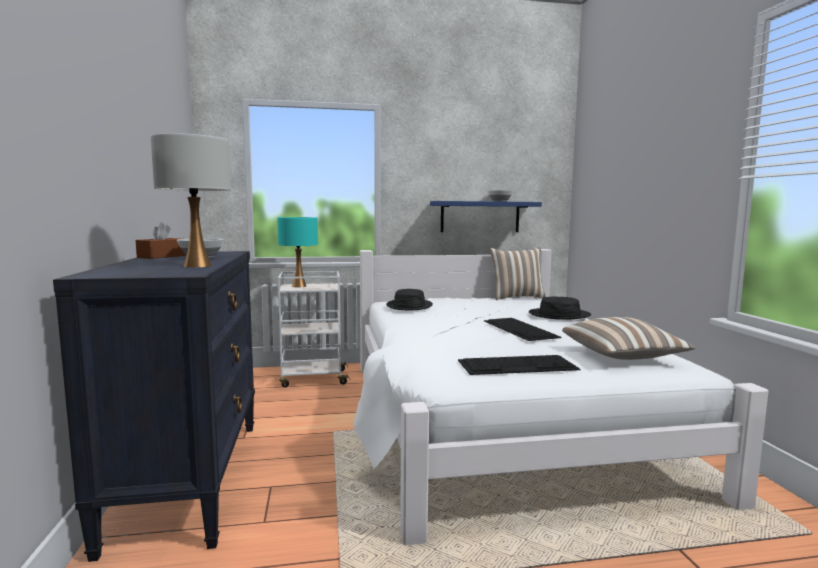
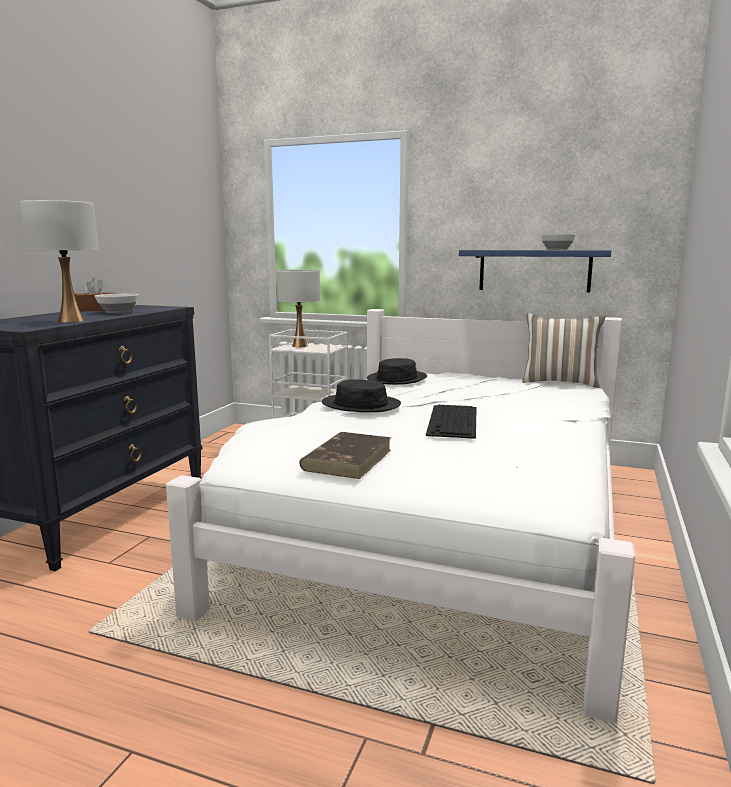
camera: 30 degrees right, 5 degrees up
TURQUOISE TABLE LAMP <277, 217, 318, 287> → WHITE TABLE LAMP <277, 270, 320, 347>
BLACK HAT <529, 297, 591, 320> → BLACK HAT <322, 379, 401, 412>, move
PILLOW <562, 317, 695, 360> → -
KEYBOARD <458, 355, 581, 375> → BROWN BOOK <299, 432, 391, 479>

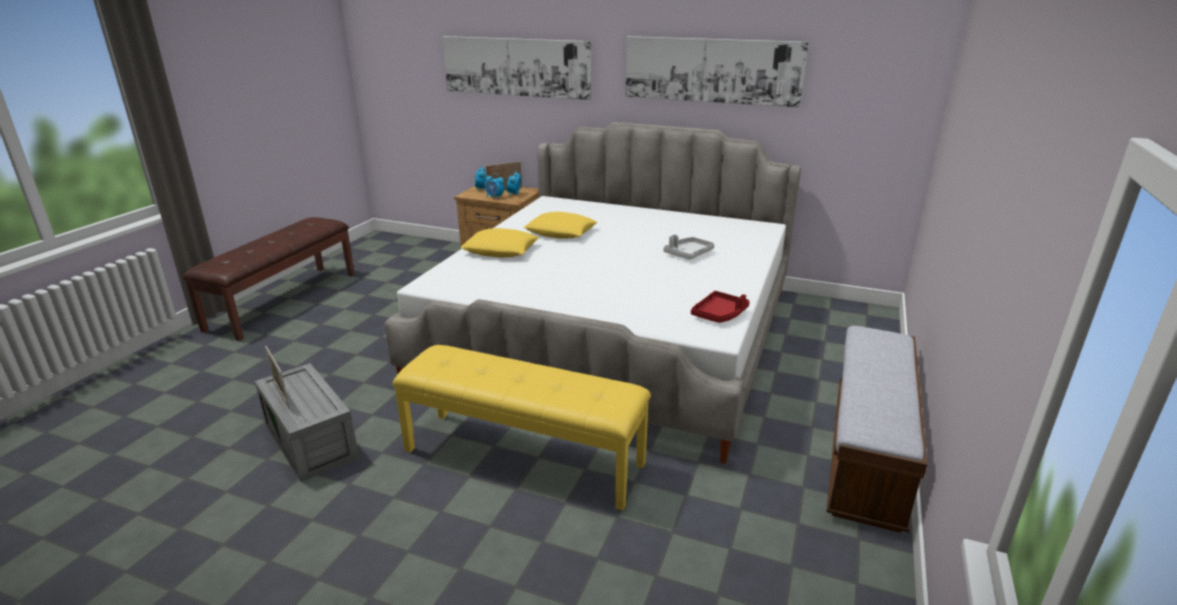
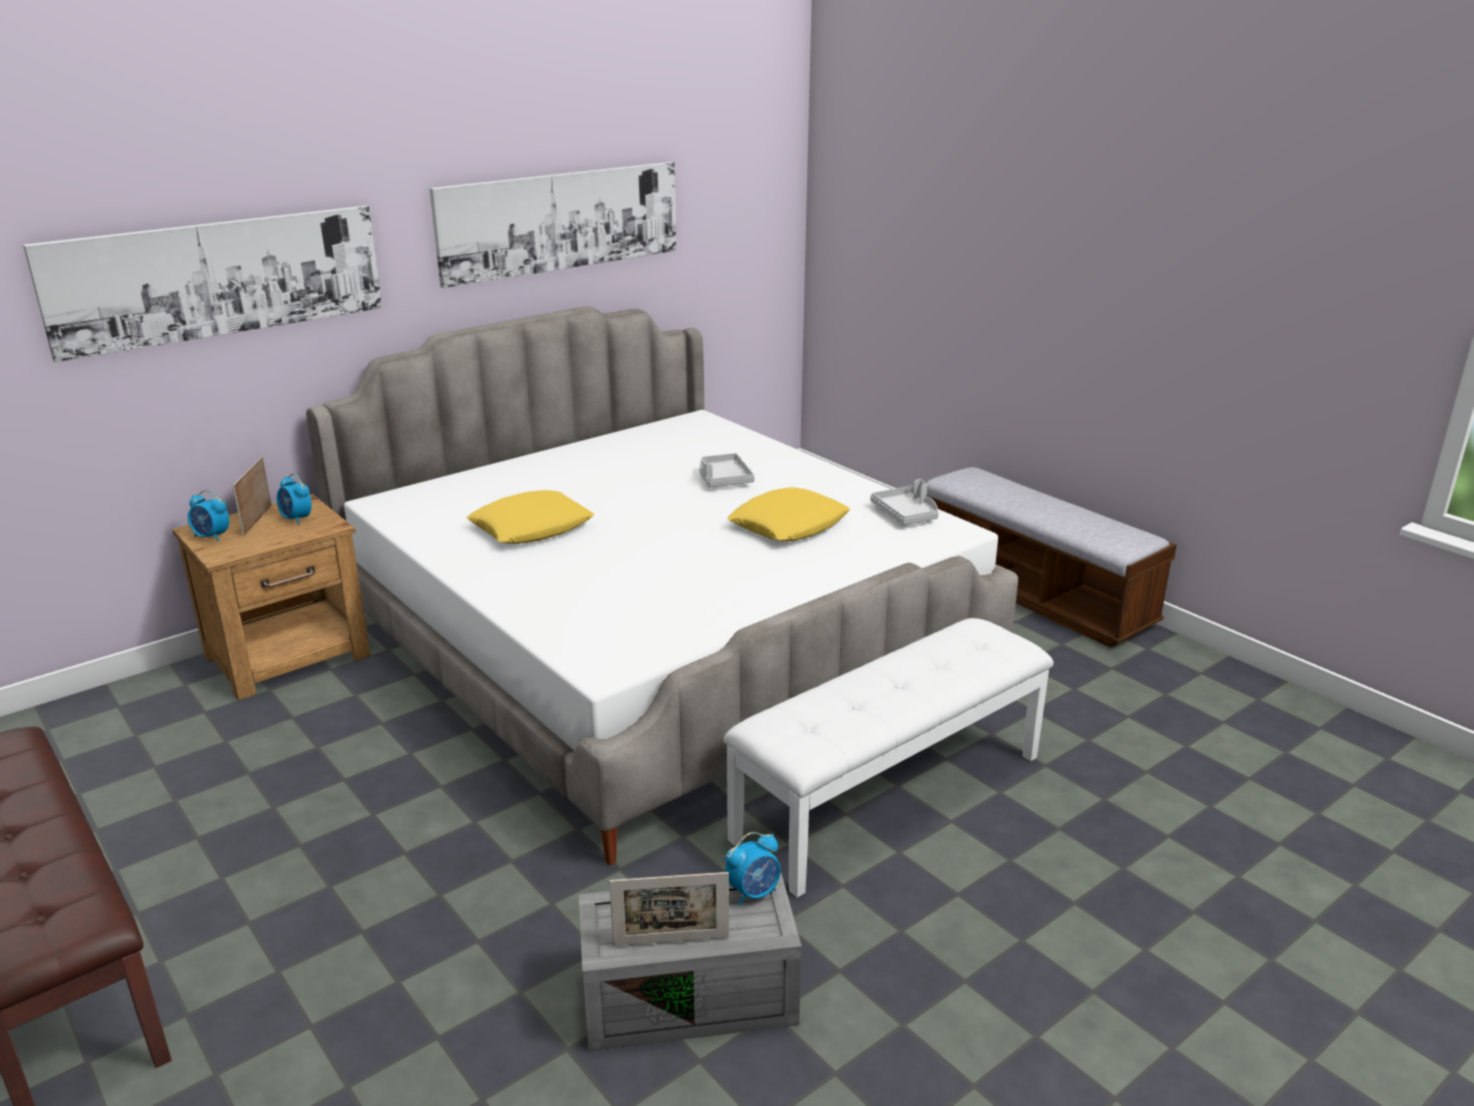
camera: 60 degrees left, 0 degrees up
ALARM CLOCK <485, 173, 504, 199> → ALARM CLOCK <725, 832, 781, 906>, move
YELLOW PILLOW <461, 228, 539, 258> → YELLOW PILLOW <727, 487, 850, 541>, move
RED TRAY <691, 291, 750, 323> → GREY TRAY <870, 479, 939, 525>
YELLOW BENCH <392, 345, 651, 510> → WHITE BENCH <724, 618, 1054, 898>

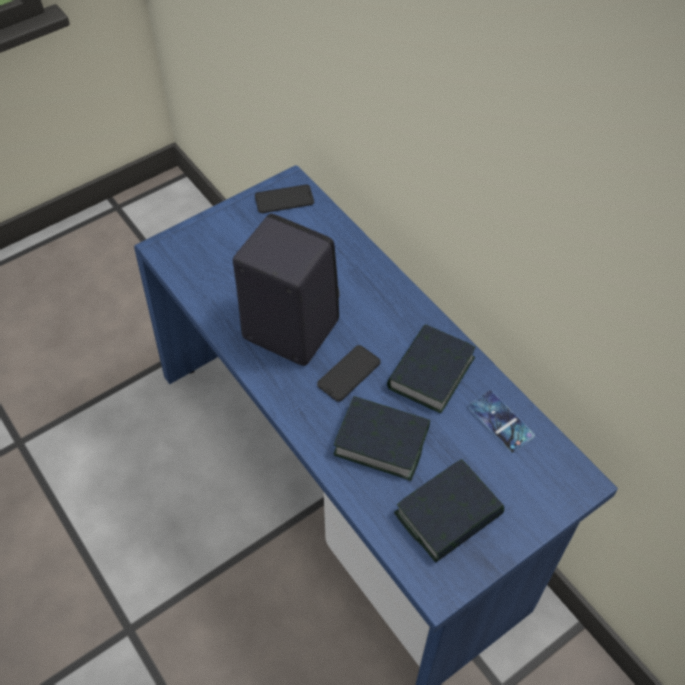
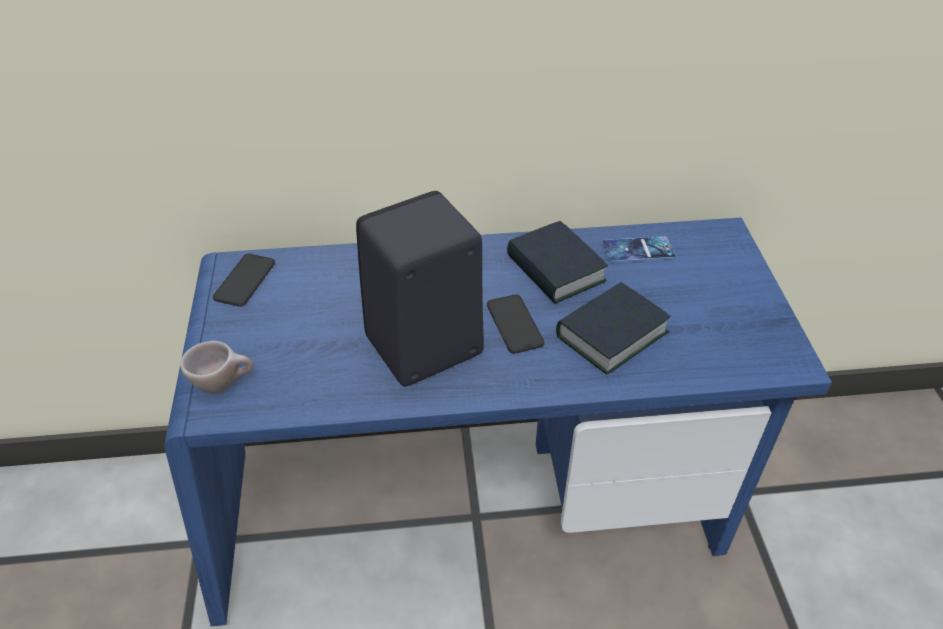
camera: 60 degrees left, 10 degrees down
BOOK <394, 459, 504, 562> → -
- → BEIGE CUP <180, 341, 254, 394>

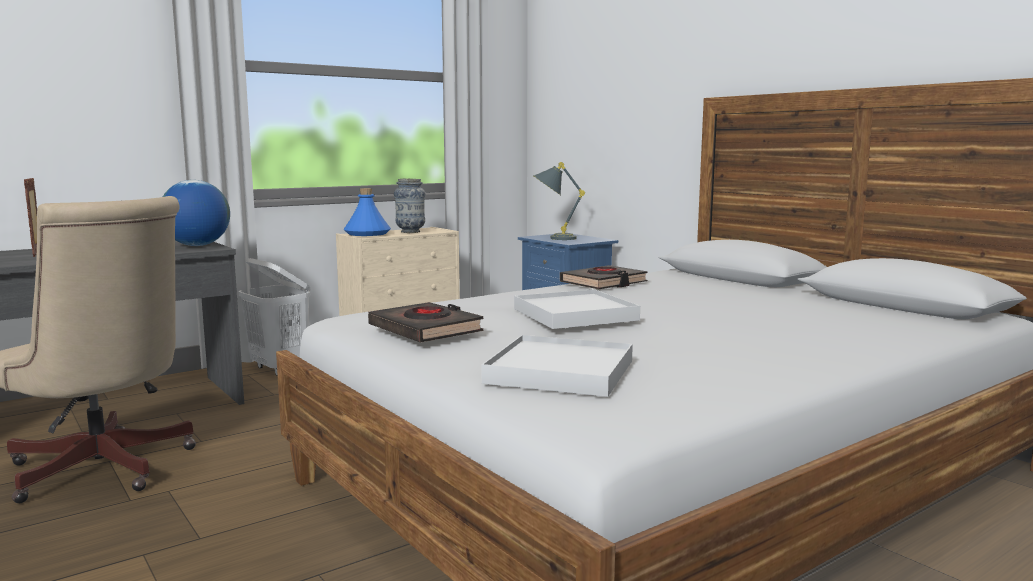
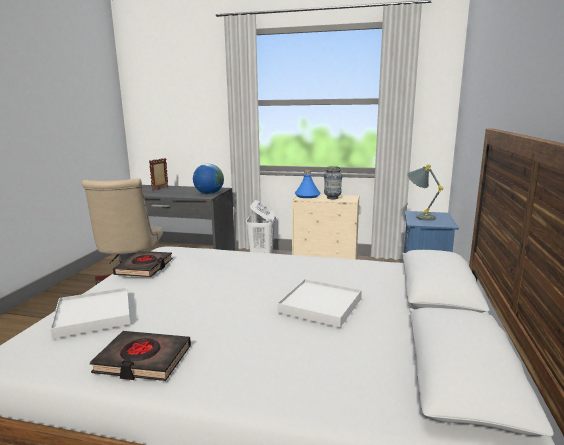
camera: 50 degrees right, 5 degrees up
BLACK BOOK <560, 265, 648, 289> → BLACK BOOK <90, 331, 191, 381>, move
WHITE TRAY <514, 289, 640, 329> → WHITE TRAY <277, 279, 362, 328>, move

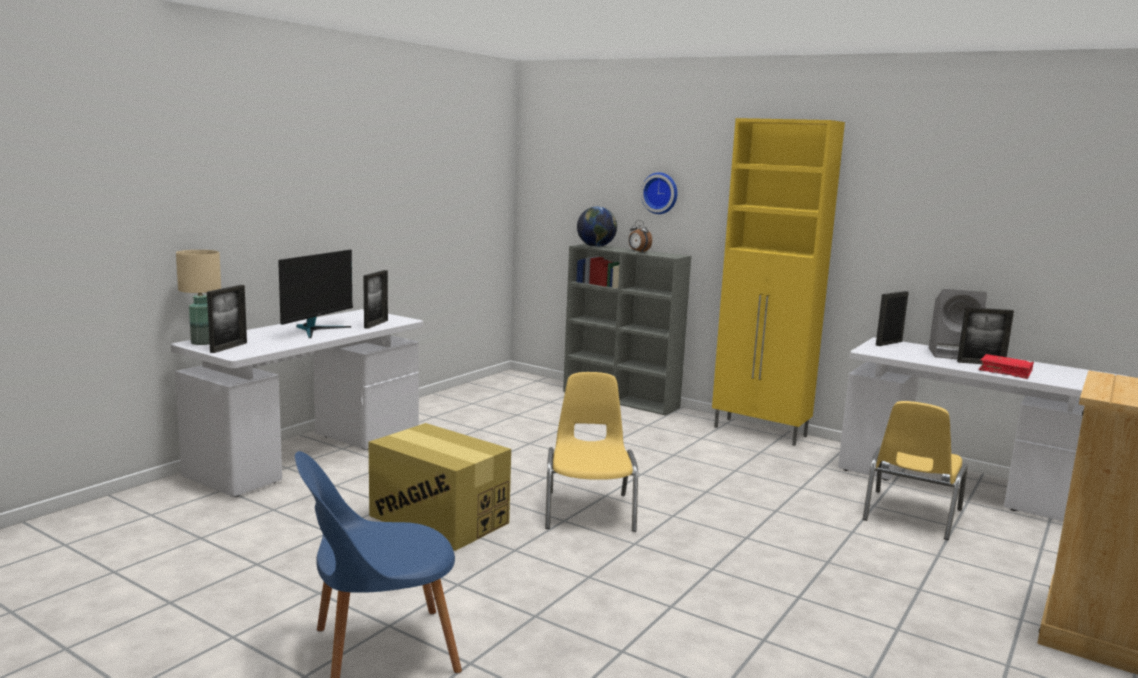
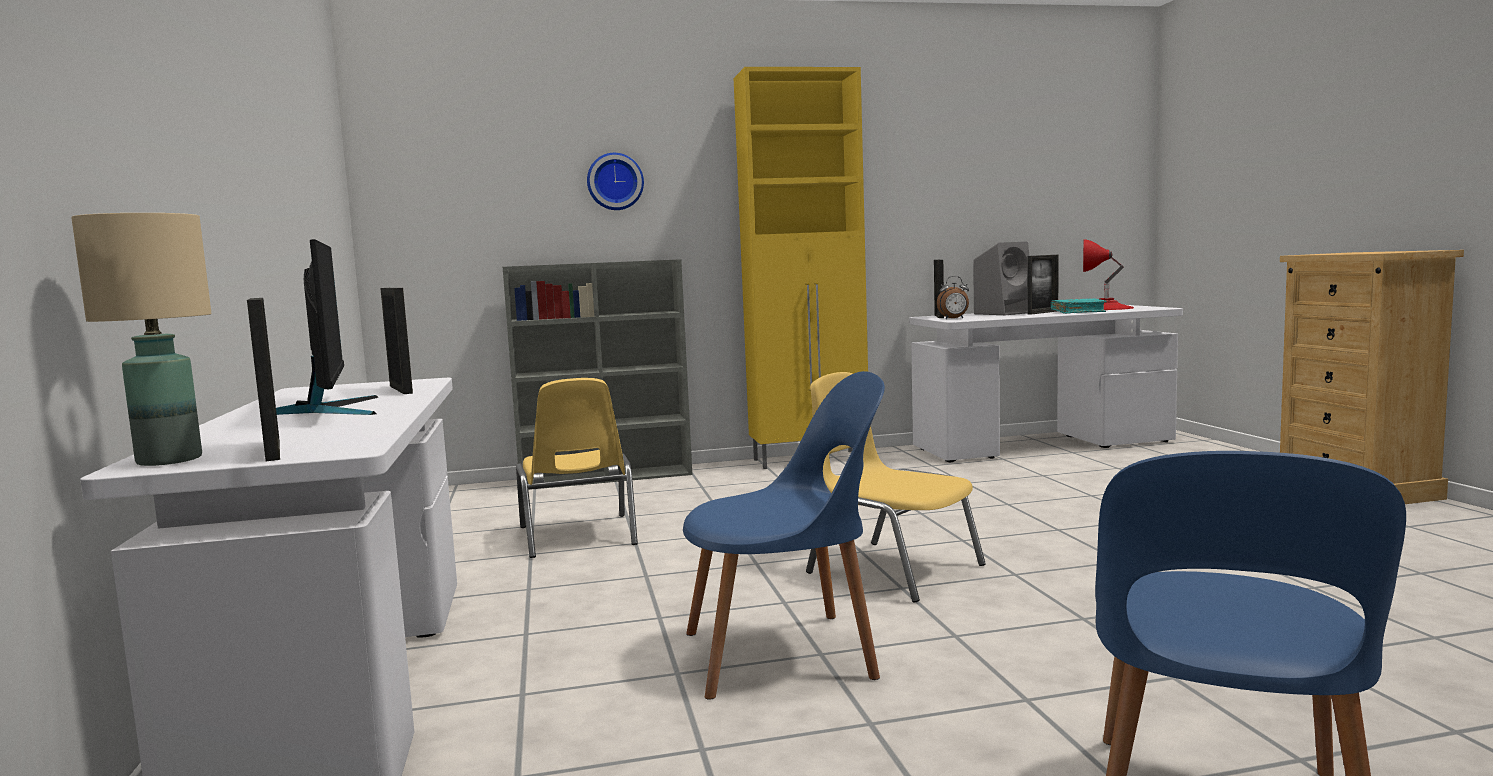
camera: 45 degrees left, 5 degrees down
GLOBE <577, 207, 617, 247> → -
ALARM CLOCK <629, 220, 652, 252> → ALARM CLOCK <937, 276, 969, 319>, move
RED BOOK <979, 354, 1034, 379> → TURQUOISE BOOK <1051, 298, 1107, 314>
YELLOW CHAIR <863, 401, 968, 540> → YELLOW CHAIR <516, 378, 638, 558>, move
CARDBOARD BOX <369, 423, 511, 551> → BLUE CHAIR <683, 371, 885, 700>
- → RED TABLE LAMP <1083, 239, 1134, 310>

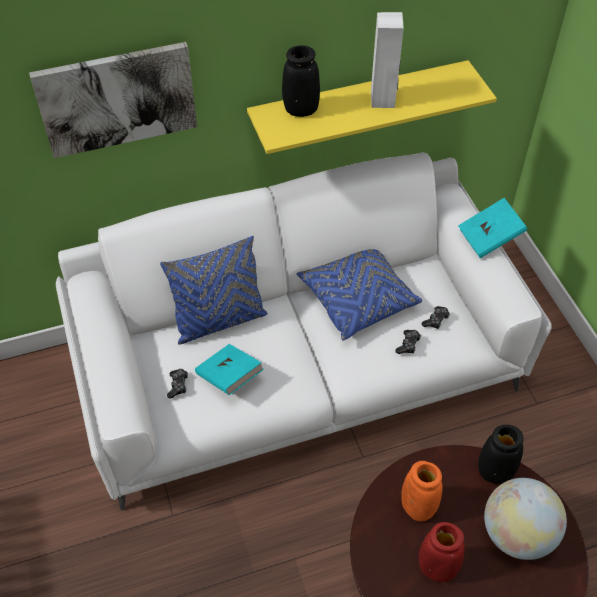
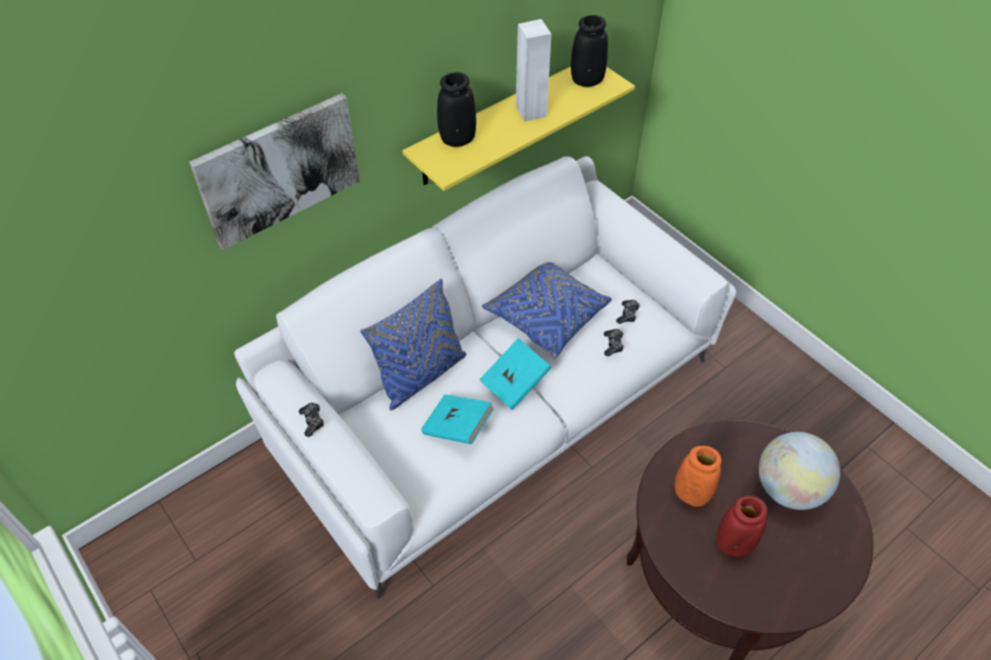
camera: 20 degrees left, 0 degrees up
TURQUOISE BOOK <458, 198, 527, 258> → TURQUOISE BOOK <479, 338, 552, 410>, move
GAME CONTROLLER <167, 369, 188, 399> → GAME CONTROLLER <299, 403, 324, 437>, move
BLACK VASE <478, 425, 524, 484> → BLACK VASE <571, 15, 608, 87>, move

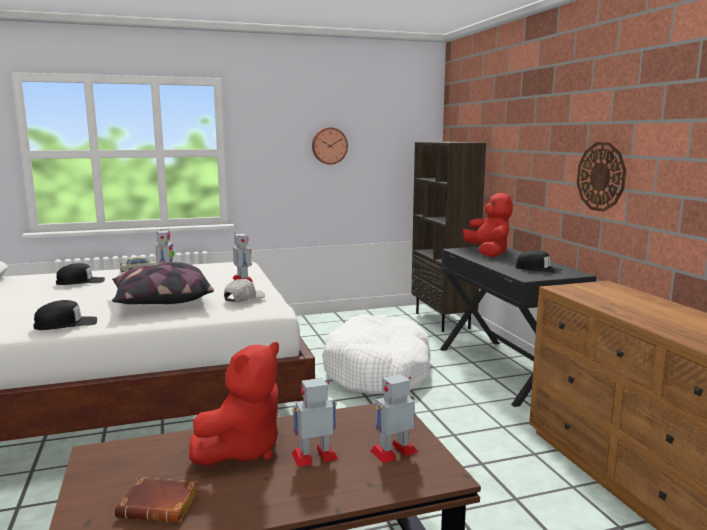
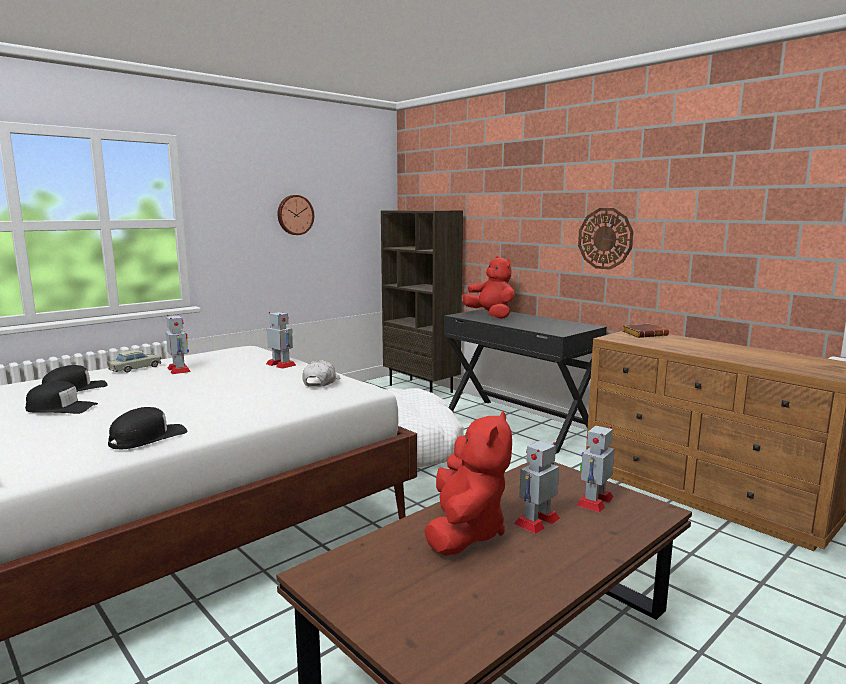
camera: 25 degrees left, 0 degrees up
BLACK CAP <515, 250, 562, 274> → BLACK CAP <25, 381, 98, 414>, move
PILLOW <112, 262, 214, 304> → -
BROWN BOOK <115, 477, 199, 523> → BROWN BOOK <623, 324, 669, 338>, move

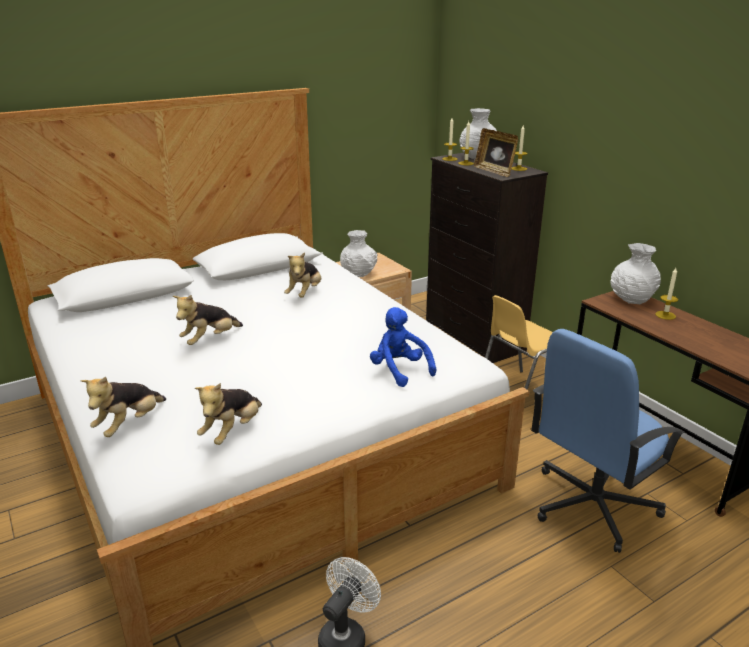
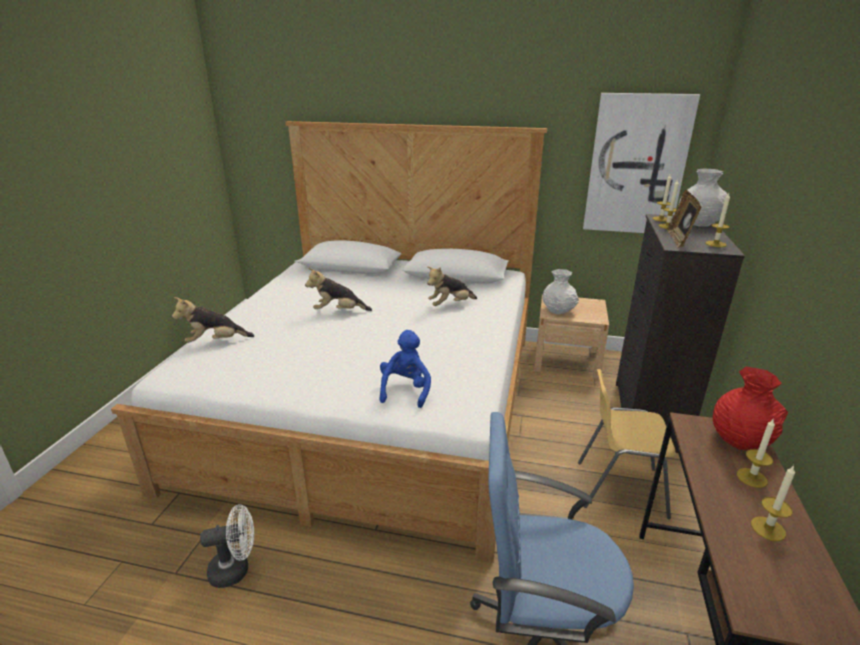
camera: 45 degrees right, 0 degrees up
WHITE VASE <610, 243, 661, 304> → RED VASE <713, 367, 788, 450>
PLUSH TOY <195, 383, 262, 445> → -
- → PICTURE <583, 93, 700, 233>
- → CANDLE <751, 465, 795, 541>

